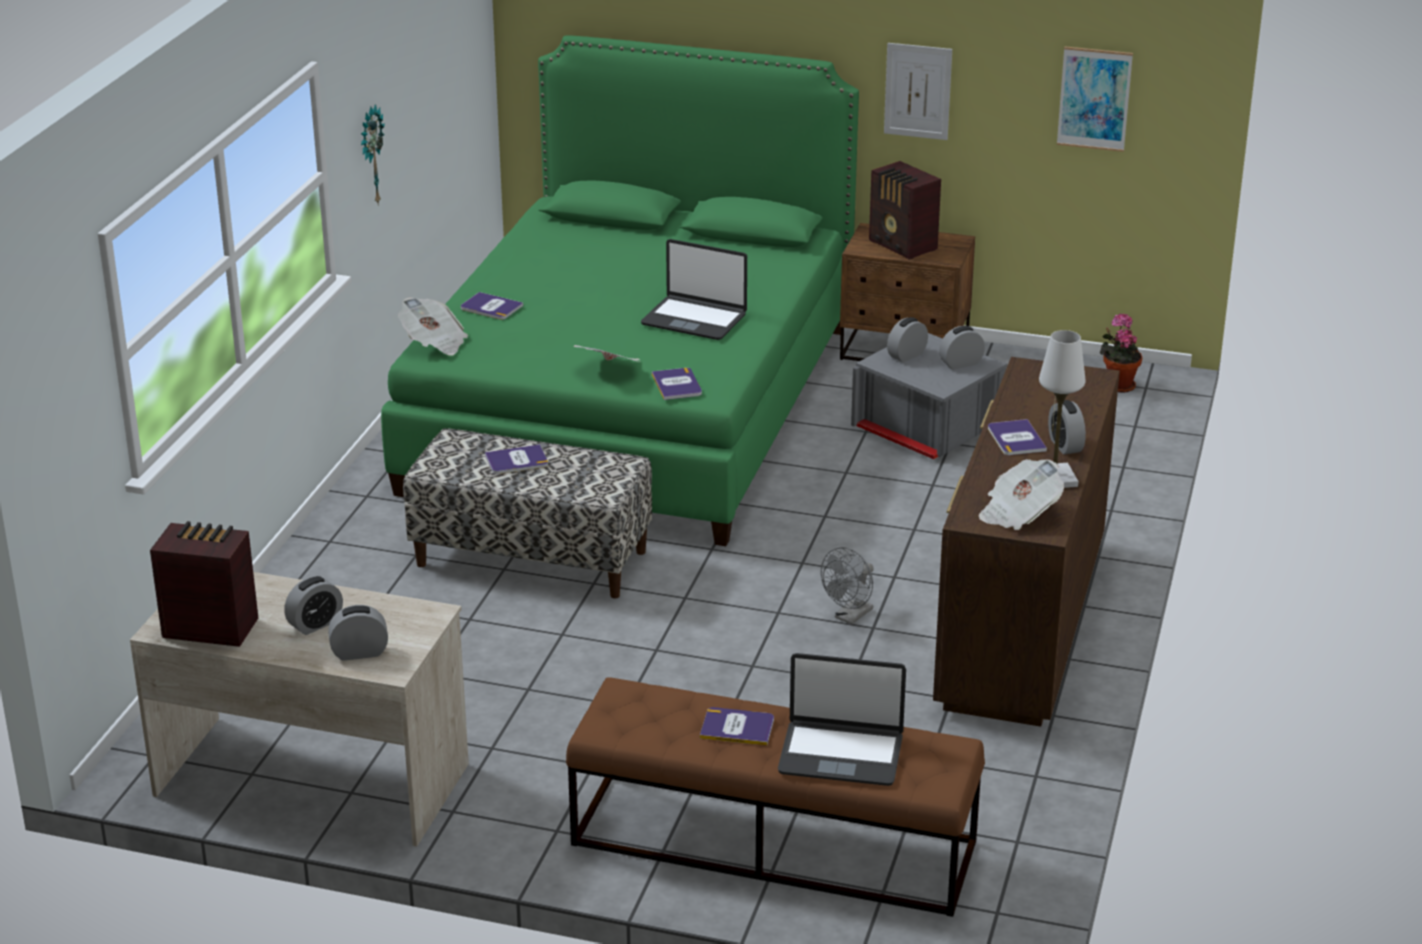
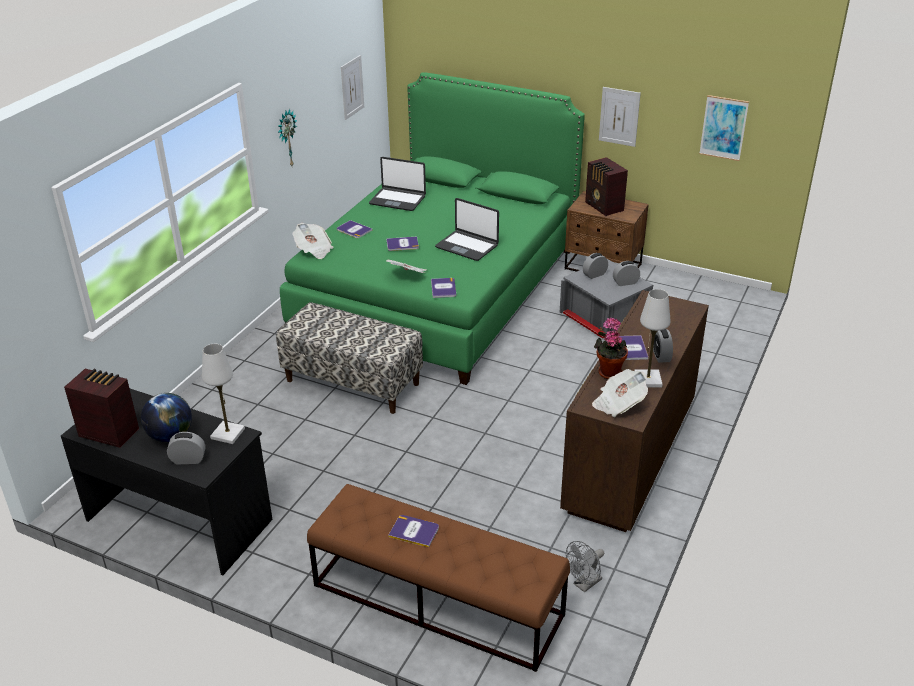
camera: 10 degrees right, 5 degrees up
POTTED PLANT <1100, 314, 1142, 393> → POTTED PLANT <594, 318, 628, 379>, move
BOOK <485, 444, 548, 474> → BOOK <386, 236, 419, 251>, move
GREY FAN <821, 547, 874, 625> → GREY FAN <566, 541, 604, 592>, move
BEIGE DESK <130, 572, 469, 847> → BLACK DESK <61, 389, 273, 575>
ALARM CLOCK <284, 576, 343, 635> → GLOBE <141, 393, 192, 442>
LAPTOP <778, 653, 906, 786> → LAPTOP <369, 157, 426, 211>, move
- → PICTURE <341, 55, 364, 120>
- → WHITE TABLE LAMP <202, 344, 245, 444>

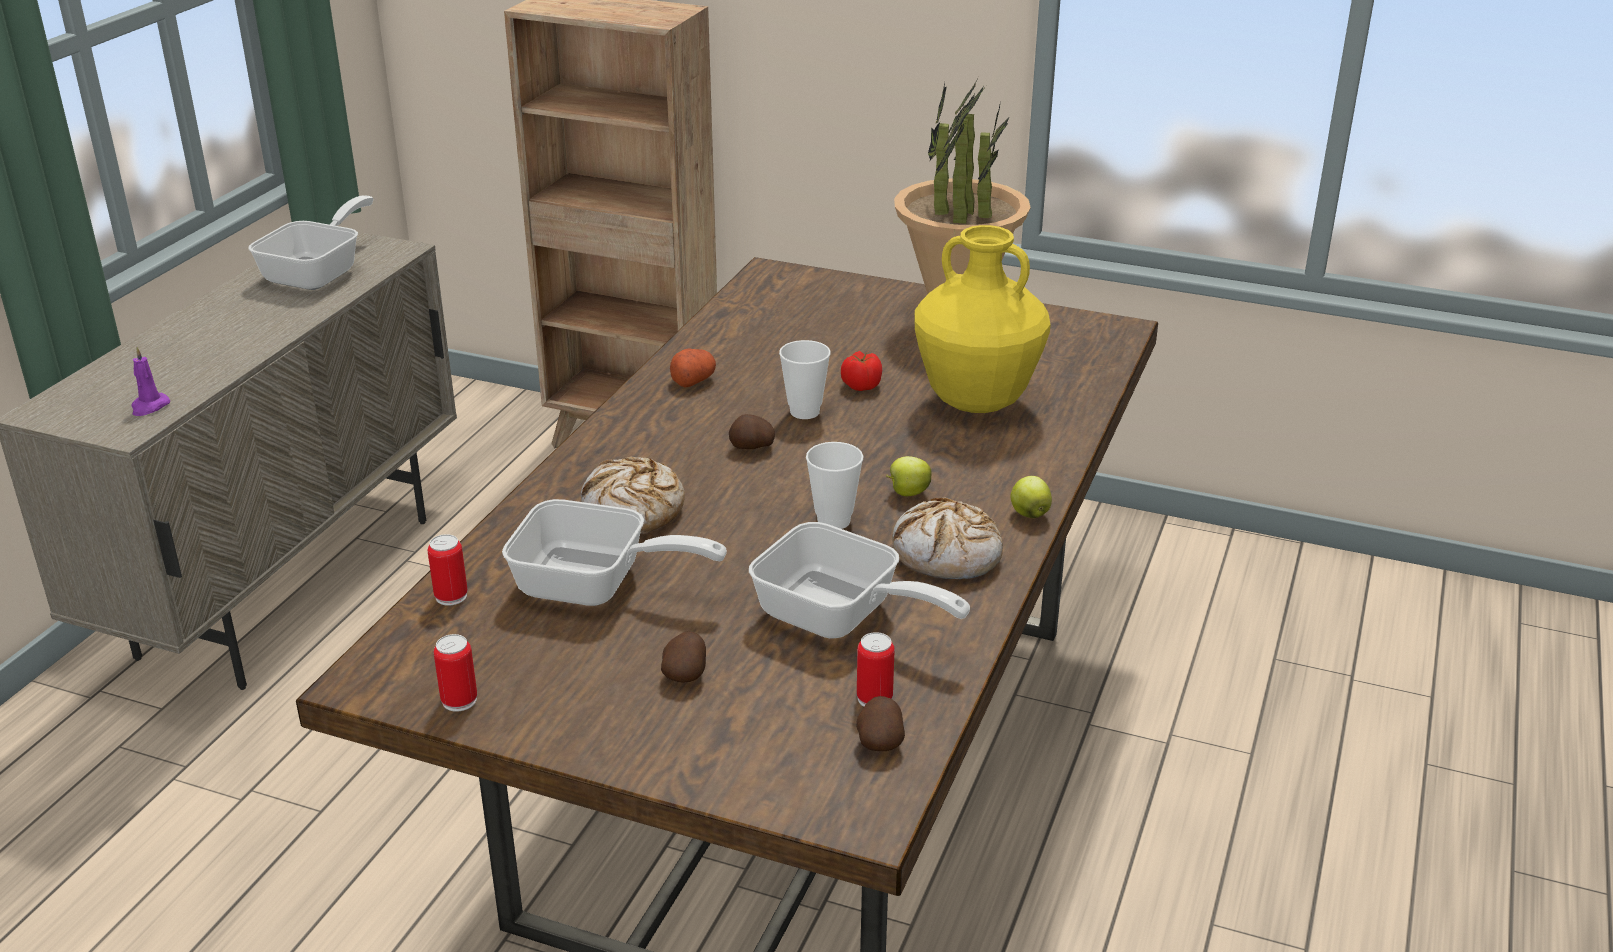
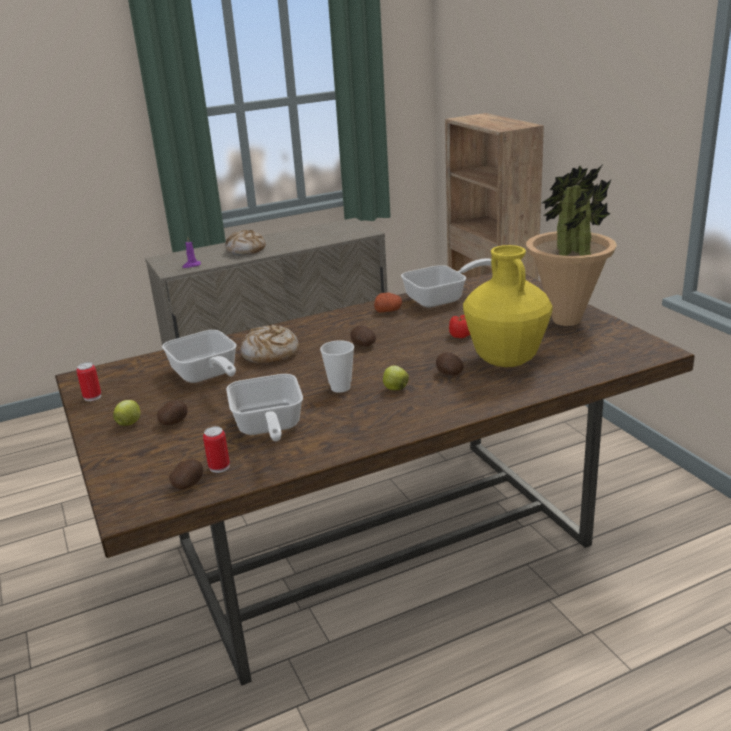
camera: 45 degrees right, 5 degrees down
FRYING PAN <248, 195, 374, 290> → FRYING PAN <401, 258, 491, 308>, move
CUP <779, 340, 831, 419> → -
APPLE <1010, 476, 1052, 518> → APPLE <113, 400, 141, 426>, move
BREAD <892, 498, 1003, 579> → BREAD <225, 230, 265, 255>, move
CAN <427, 534, 468, 606> → -
- → POTATO <436, 352, 464, 376>

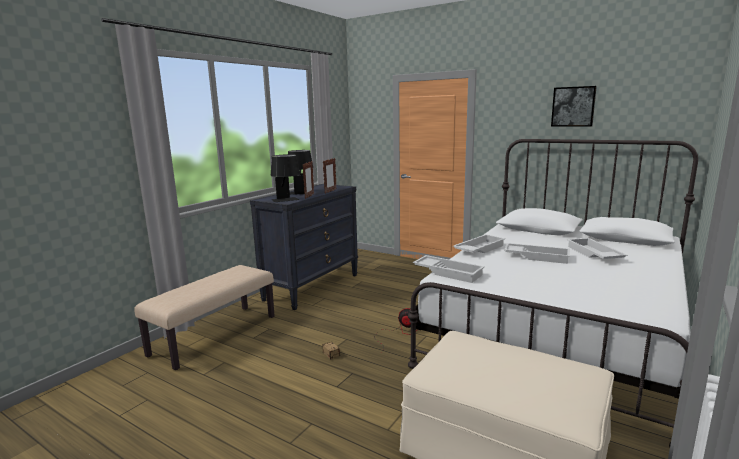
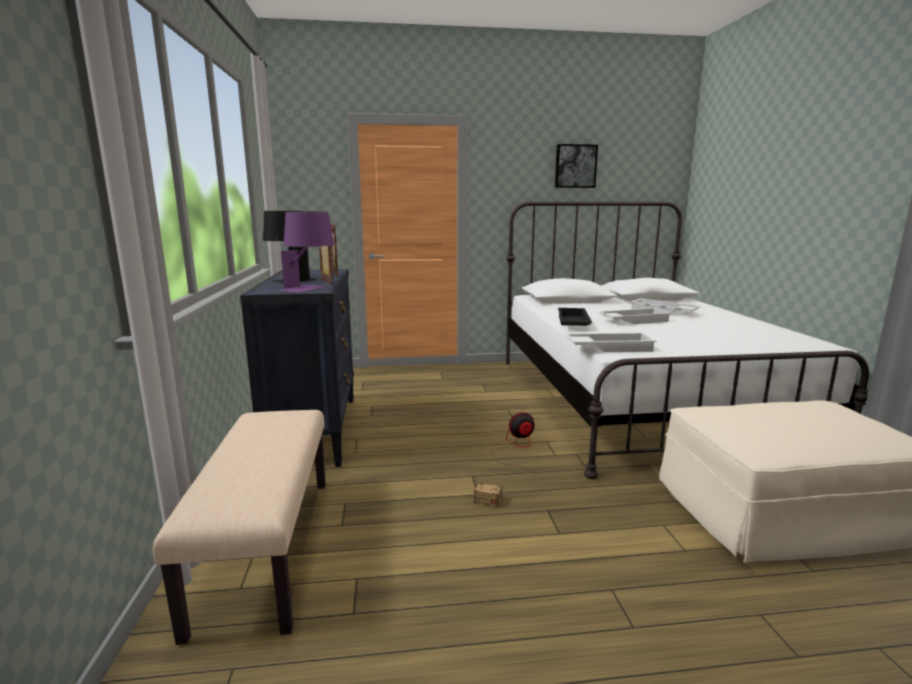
camera: 40 degrees left, 0 degrees up
BLACK TABLE LAMP <271, 154, 300, 202> → PURPLE TABLE LAMP <278, 212, 335, 293>
WHITE TRAY <453, 234, 505, 253> → BLACK TRAY <558, 308, 592, 326>

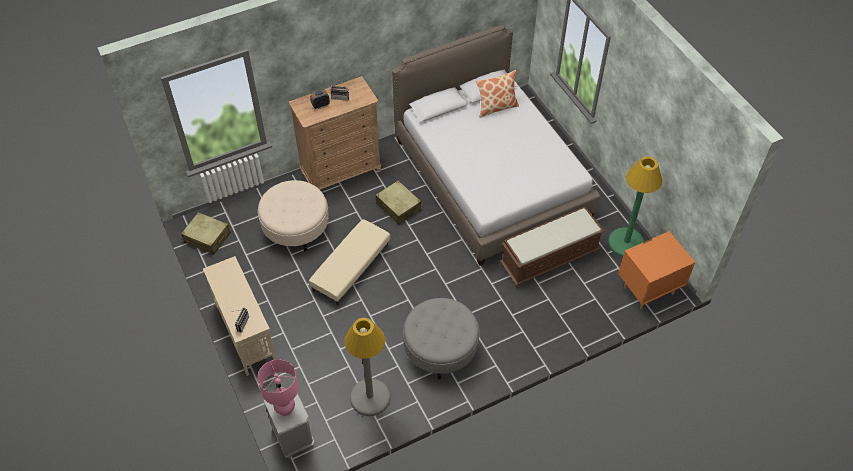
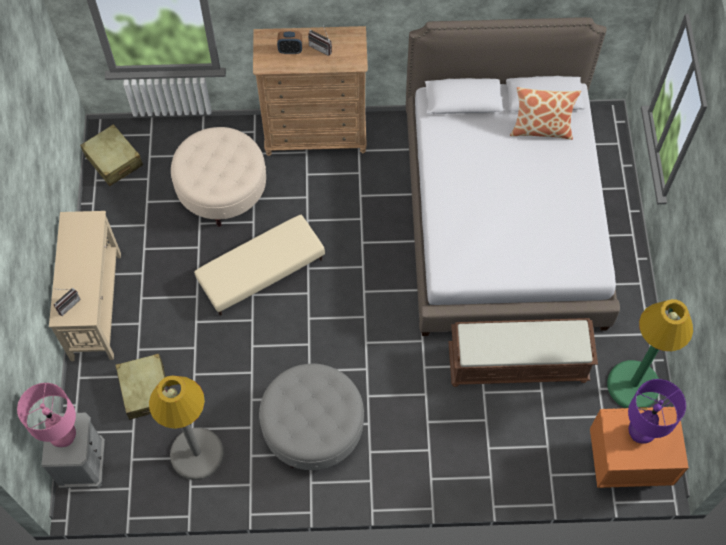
camera: 25 degrees right, 10 degrees up
BEIGE SUITCASE <376, 180, 421, 225> → BEIGE SUITCASE <115, 353, 169, 420>, move
- → PURPLE TABLE LAMP <628, 379, 686, 444>

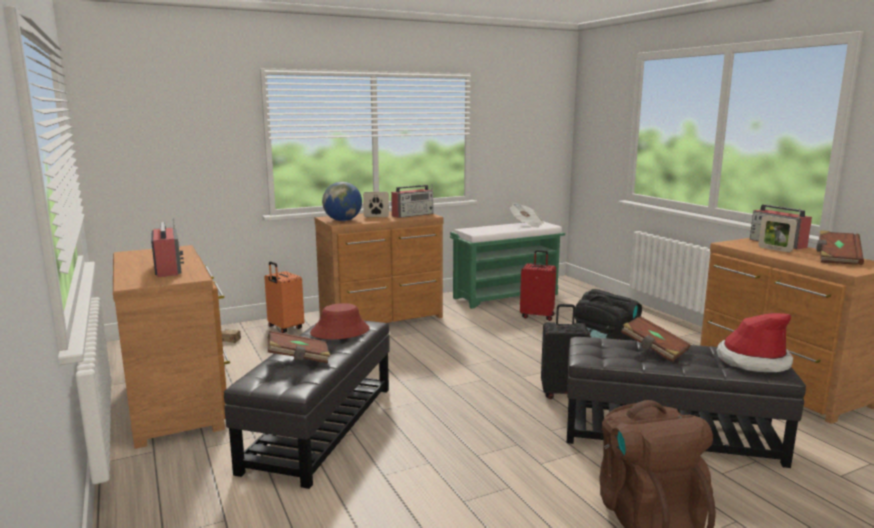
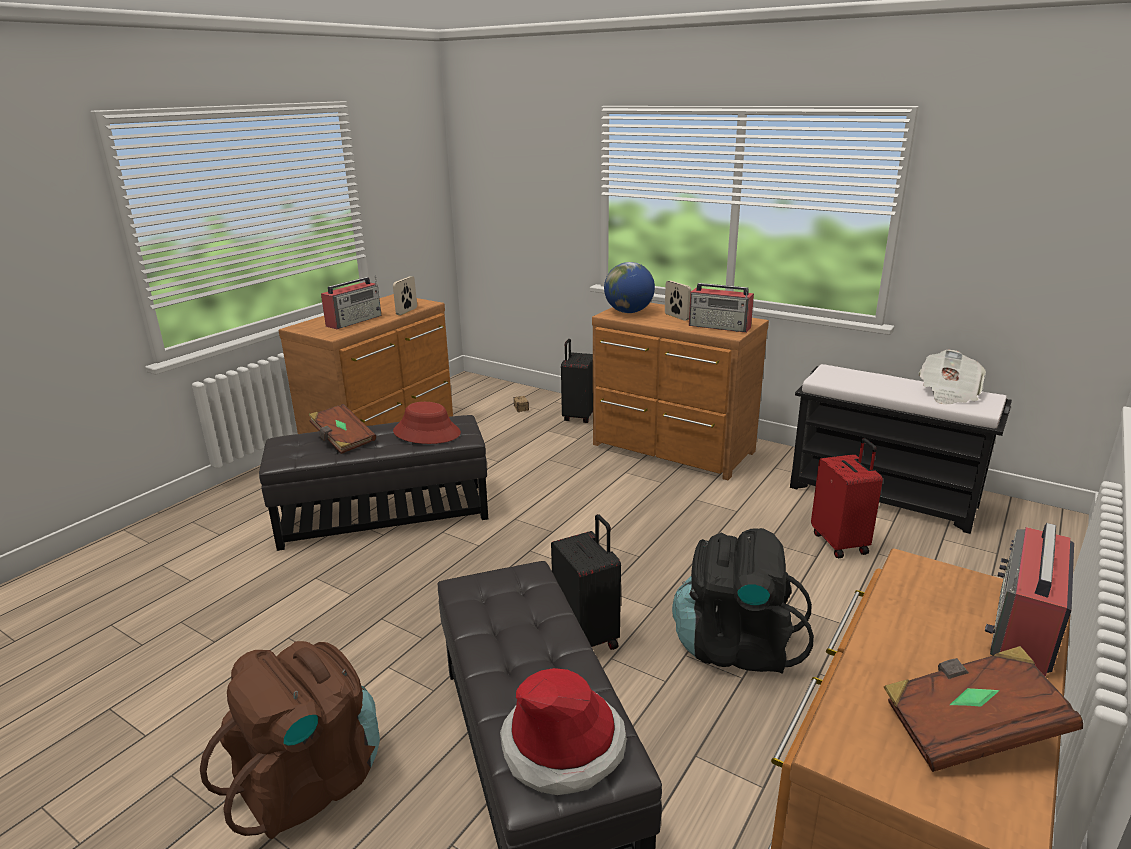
camera: 60 degrees right, 10 degrees up
PICTURE FRAME <758, 216, 797, 252> → PICTURE FRAME <393, 276, 417, 315>, move
GREEN BENCH <450, 221, 565, 309> → BLACK BENCH <790, 364, 1012, 534>
ORANGE SUITCASE <264, 261, 304, 333> → BLACK SUITCASE <561, 339, 593, 423>
BROWN BOOK <621, 316, 690, 362> → -

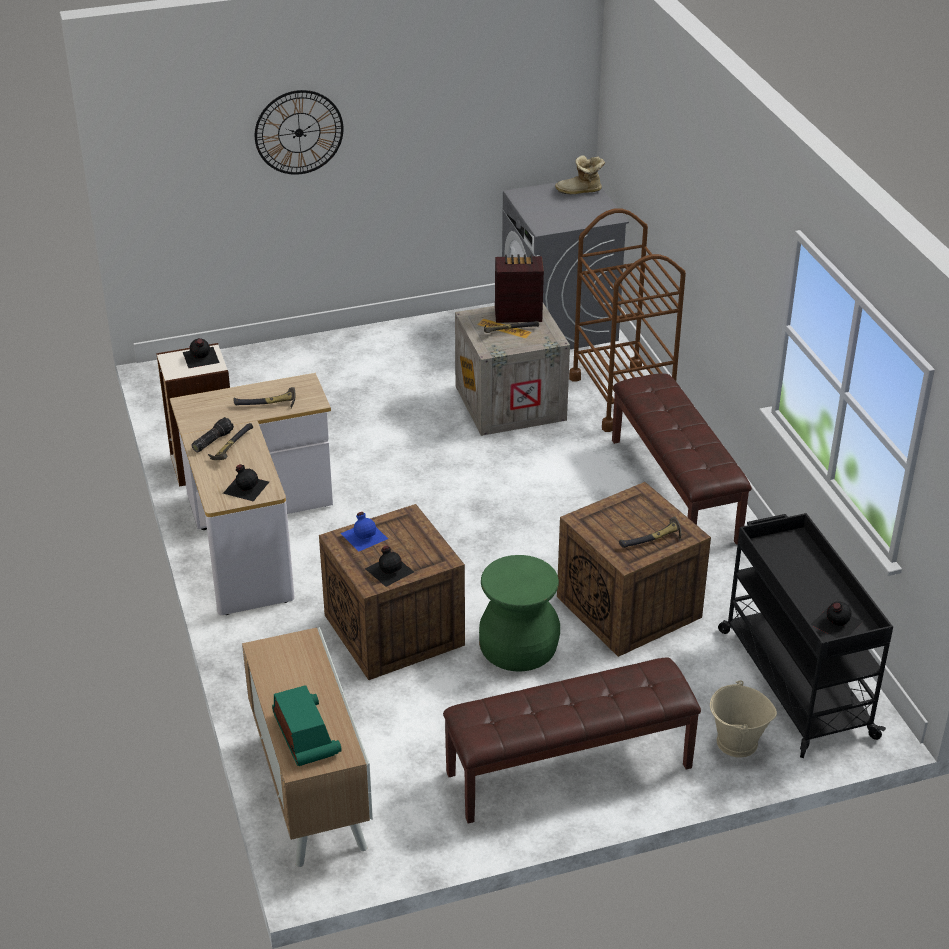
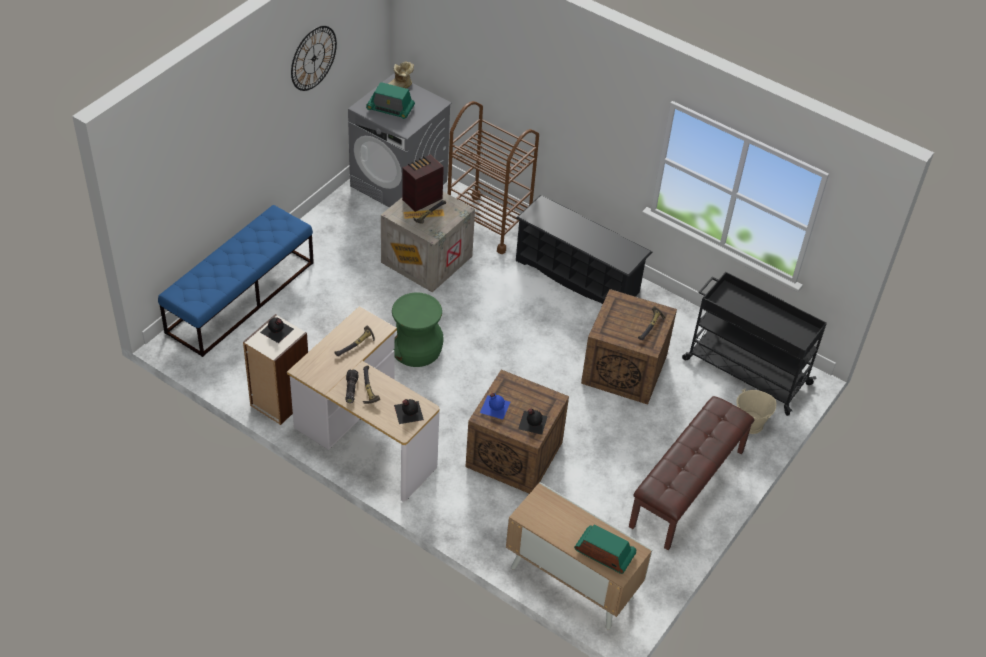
camera: 40 degrees left, 10 degrees up
WALL CLOCK <255, 90, 343, 175> → WALL CLOCK <291, 26, 337, 91>, move
BROWN BENCH <612, 373, 752, 545> → BLACK SHOE RACK <516, 195, 652, 304>
GREEN STOOL <479, 555, 560, 671> → GREEN STOOL <392, 292, 443, 367>, move
BLACK BOTTLE <811, 601, 862, 638> → -
- → RADIO <366, 82, 415, 119>
- → BLUE BENCH <158, 205, 314, 357>

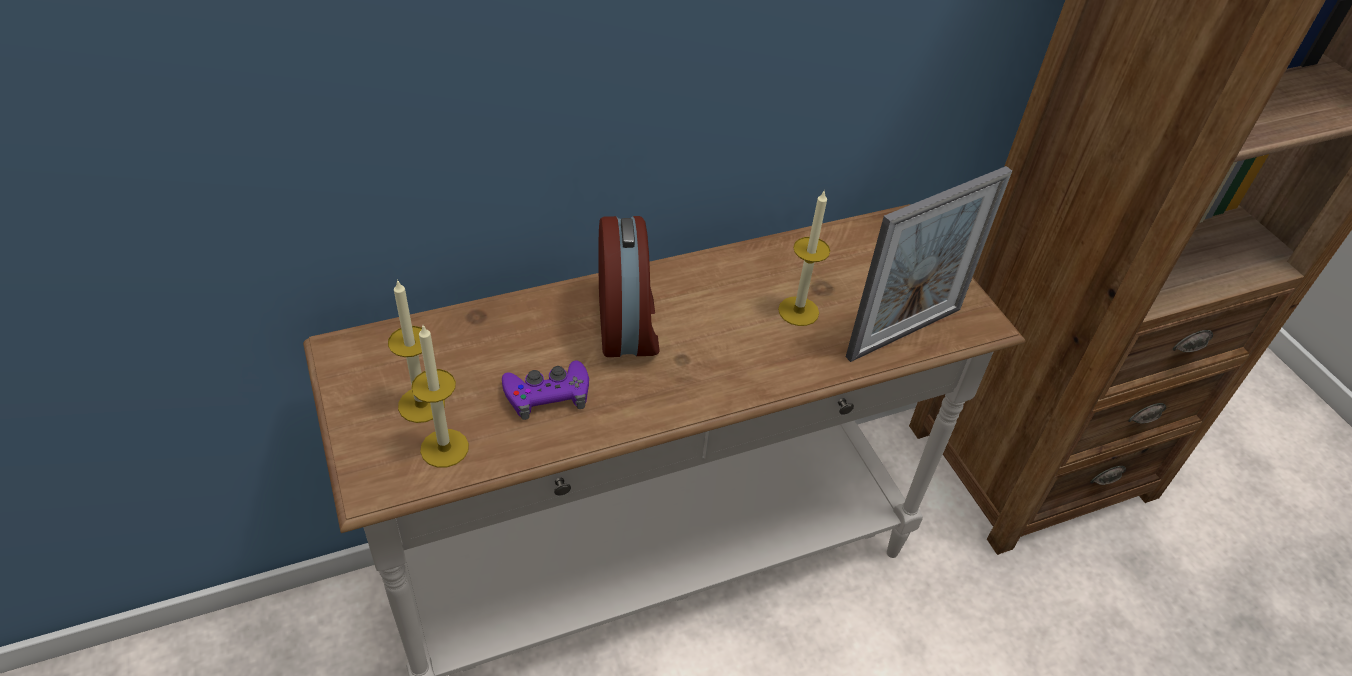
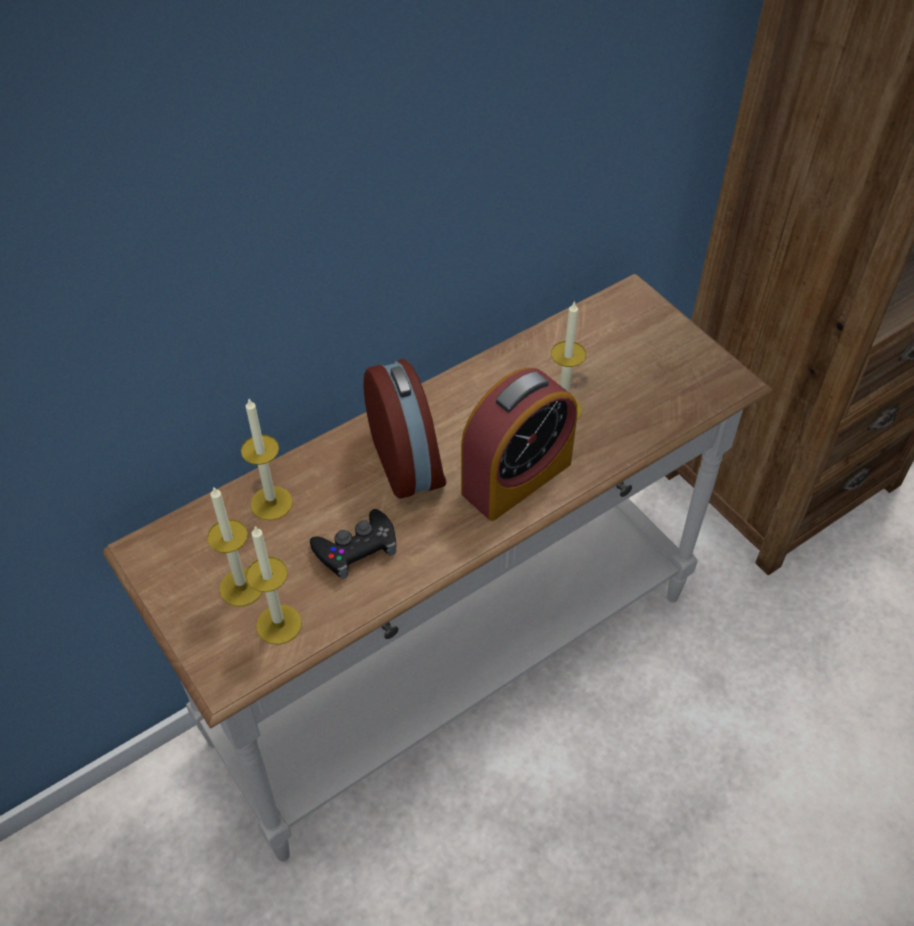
camera: 10 degrees left, 5 degrees up
PICTURE FRAME <846, 166, 1012, 362> → -
PURPLE GAME CONTROLLER <502, 360, 589, 420> → BLACK GAME CONTROLLER <310, 509, 396, 579>
- → ALARM CLOCK <461, 368, 577, 521>
- → CANDLE <241, 399, 293, 521>

